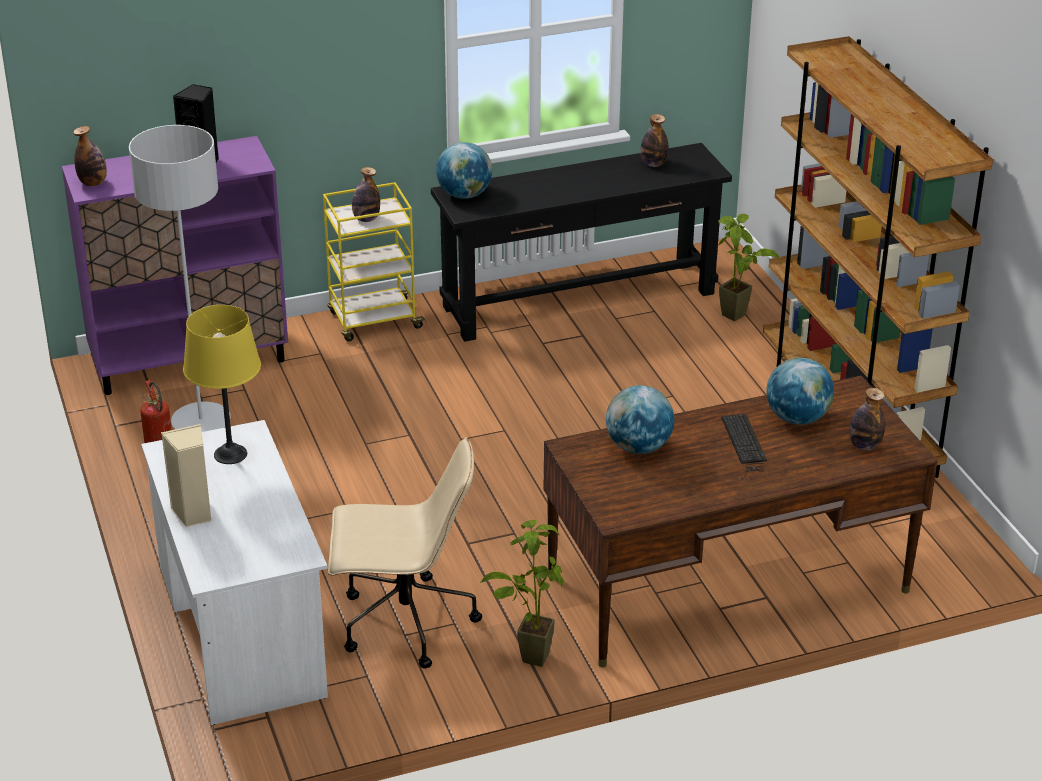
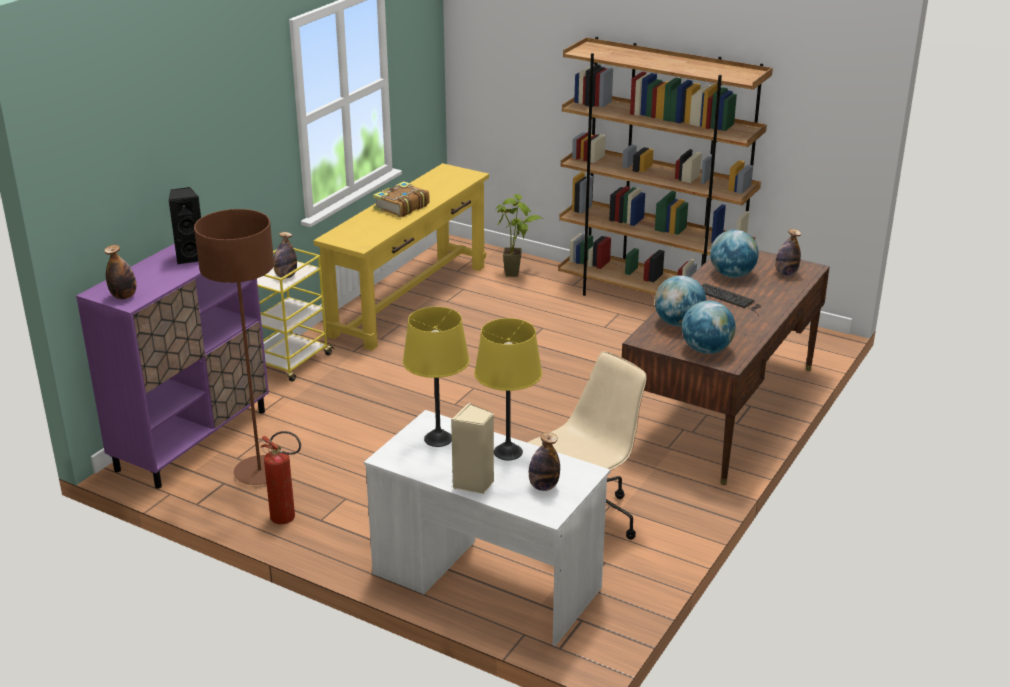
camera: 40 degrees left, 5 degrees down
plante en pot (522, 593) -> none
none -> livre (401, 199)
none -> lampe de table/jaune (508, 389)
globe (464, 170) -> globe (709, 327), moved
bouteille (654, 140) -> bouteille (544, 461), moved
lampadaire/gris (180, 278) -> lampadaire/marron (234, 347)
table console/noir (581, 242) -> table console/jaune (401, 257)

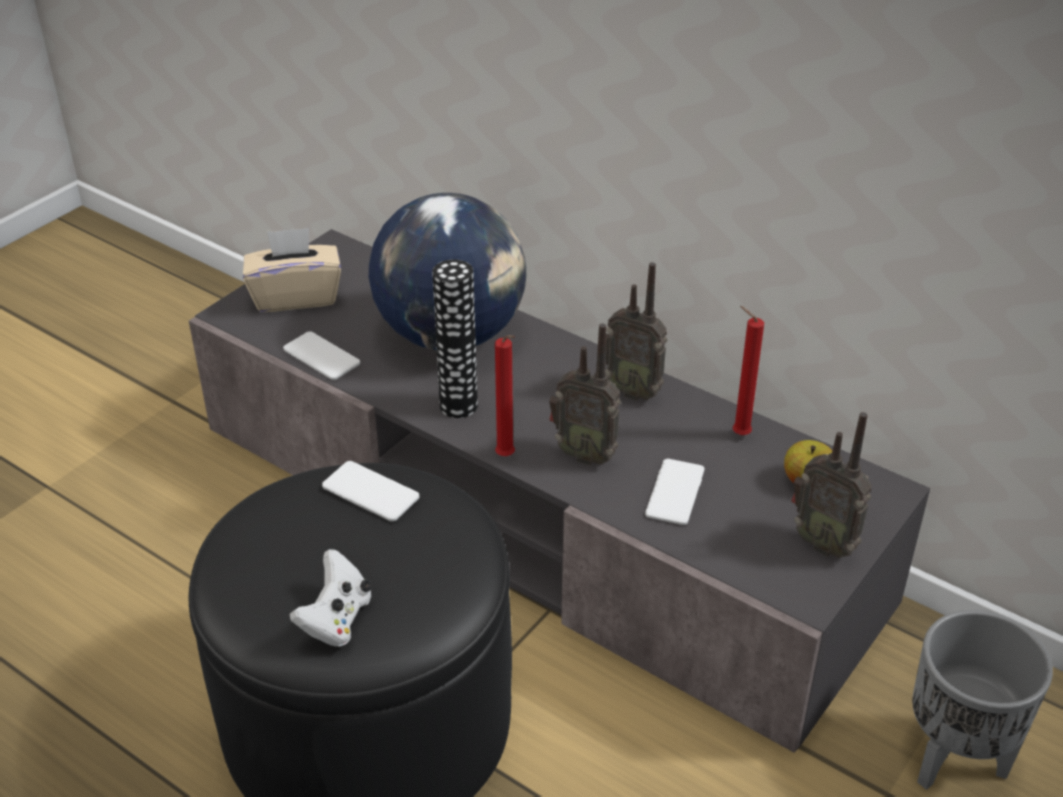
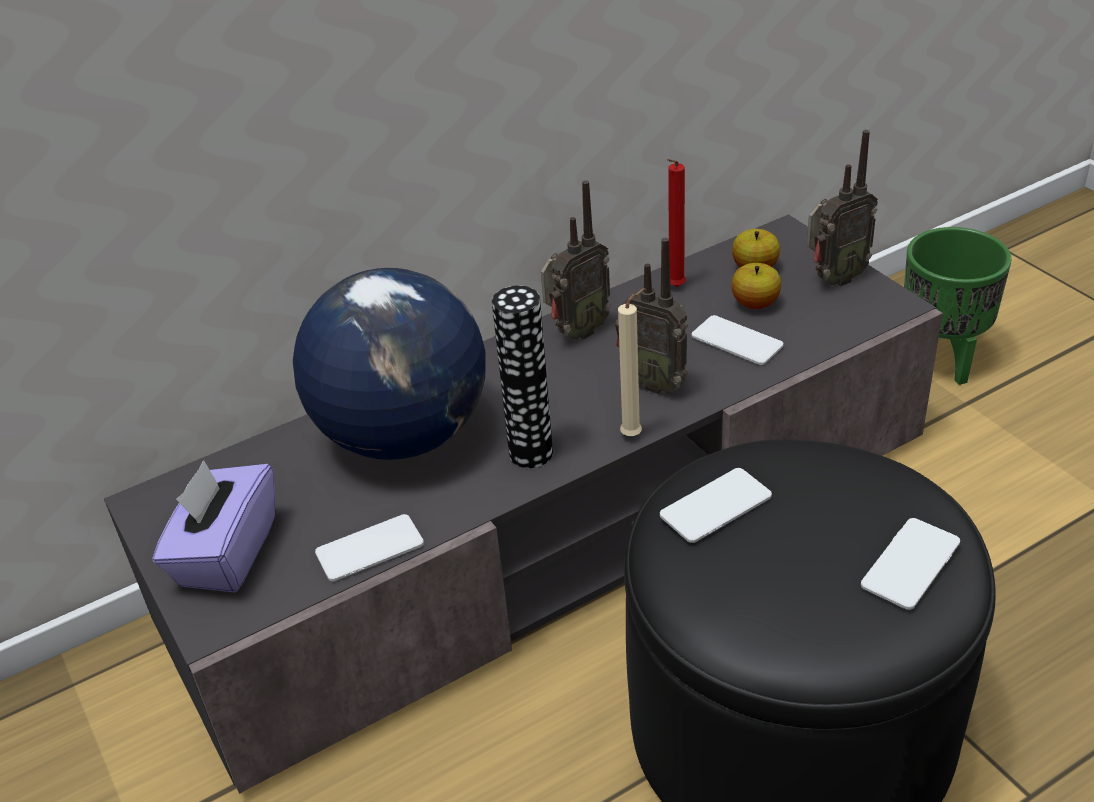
camera: 65 degrees left, 0 degrees up
none -> pomme (756, 286)
manette/blanc (330, 598) -> téléphone (910, 564)
boîte à mouchoirs/beige (292, 270) -> boîte à mouchoirs/violet (213, 526)
bougie/rouge (505, 395) -> bougie/beige (632, 362)
cache-pot/gris (982, 700) -> cache-pot/vert (958, 306)
radio (585, 394) -> radio (651, 316), 75 degrees clockwise

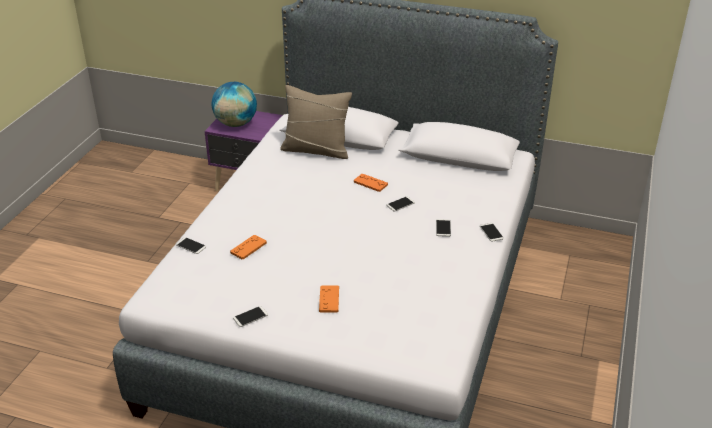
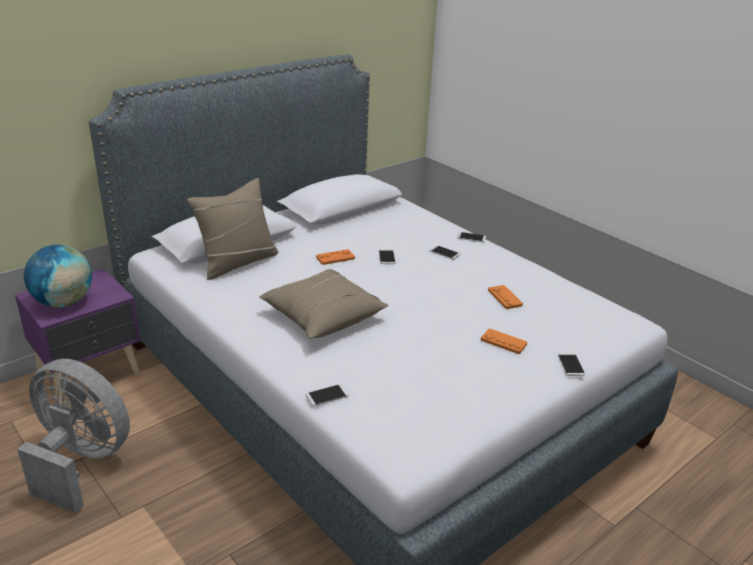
camera: 60 degrees left, 5 degrees down
none -> ventilateur/gris (73, 436)
none -> coussin/beige (323, 304)
manette/orange (248, 247) -> manette/orange (505, 297), moved
téléphone (250, 316) -> téléphone (571, 364), moved

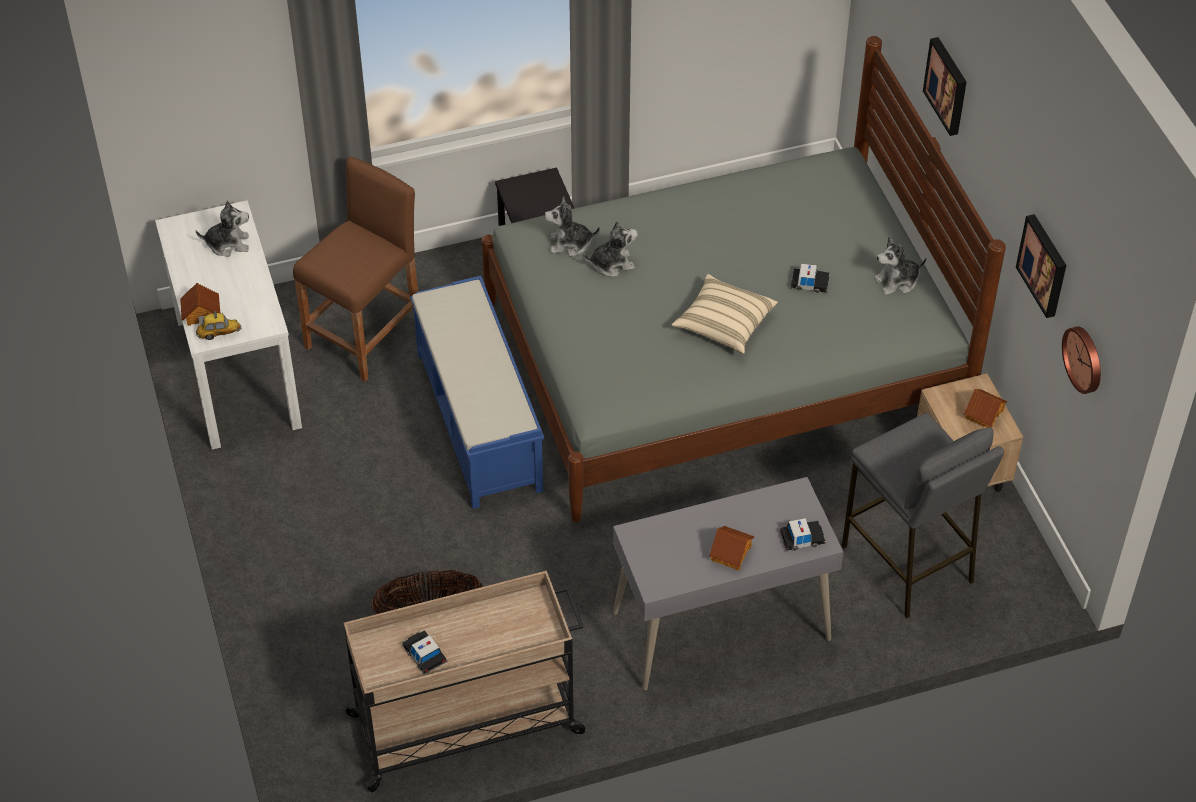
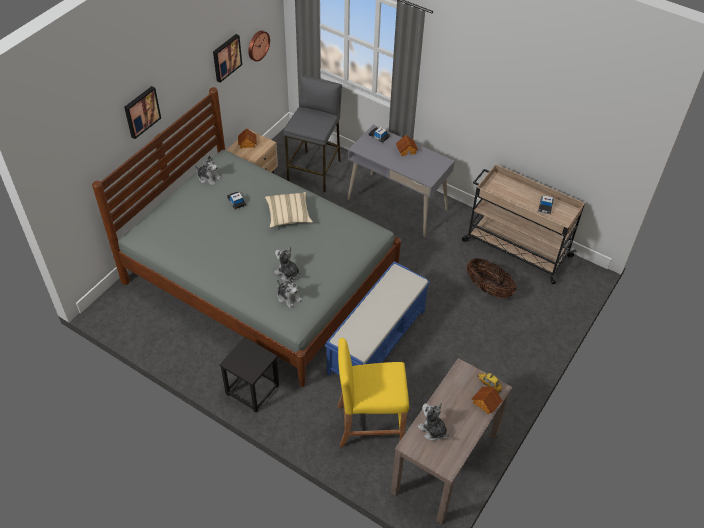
camera: 130 degrees left, 0 degrees up
table console/blanc (228, 325) -> table console/marron (451, 441)
tabouret/marron (356, 269) -> tabouret/jaune (373, 392)

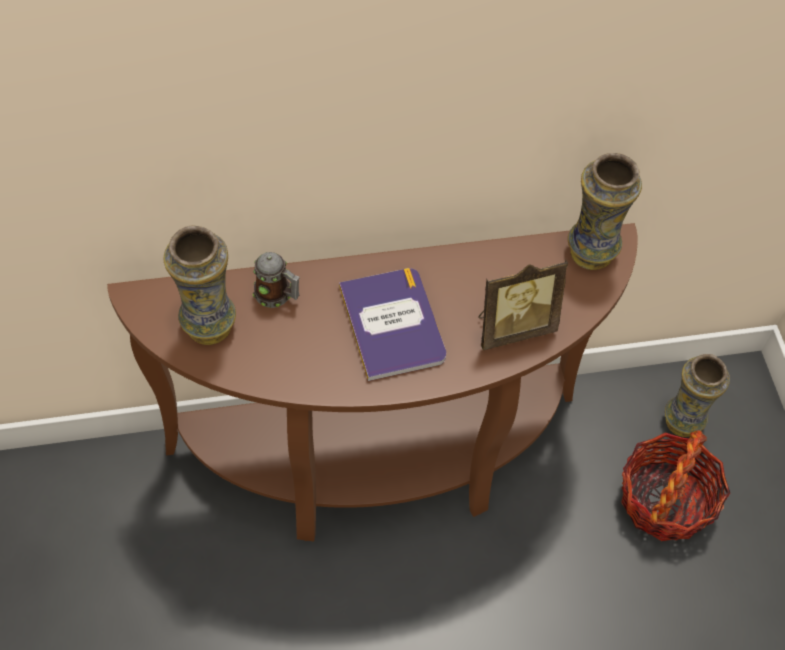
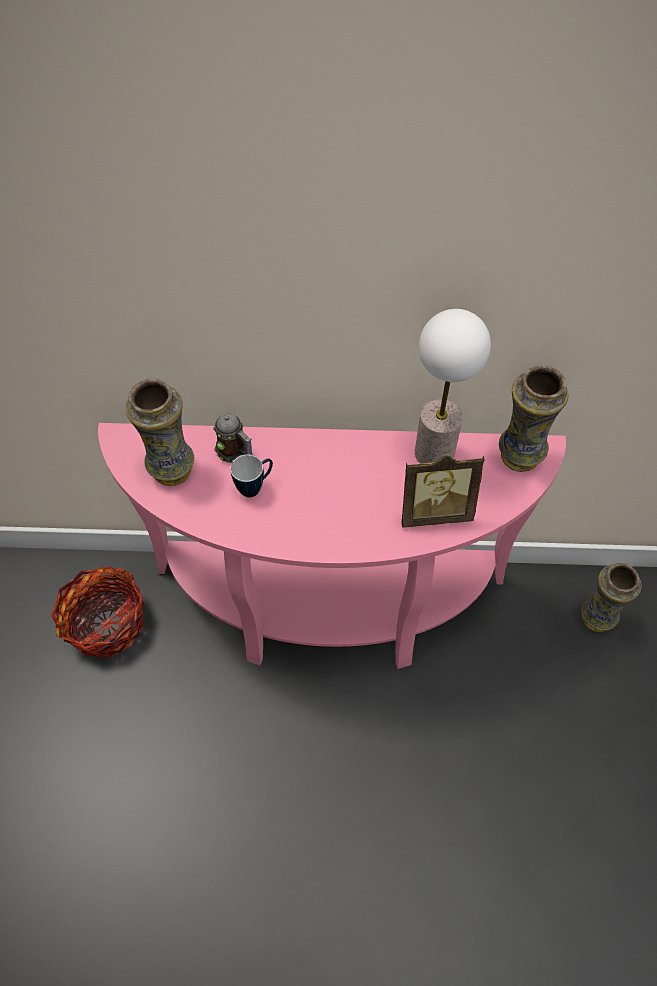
camera: 15 degrees right, 0 degrees up
livre (392, 324) -> none
none -> mug (251, 475)
none -> lampe de table (453, 386)
panier (675, 485) -> panier (97, 612), moved
table console/marron (372, 382) -> table console/rose (332, 546)

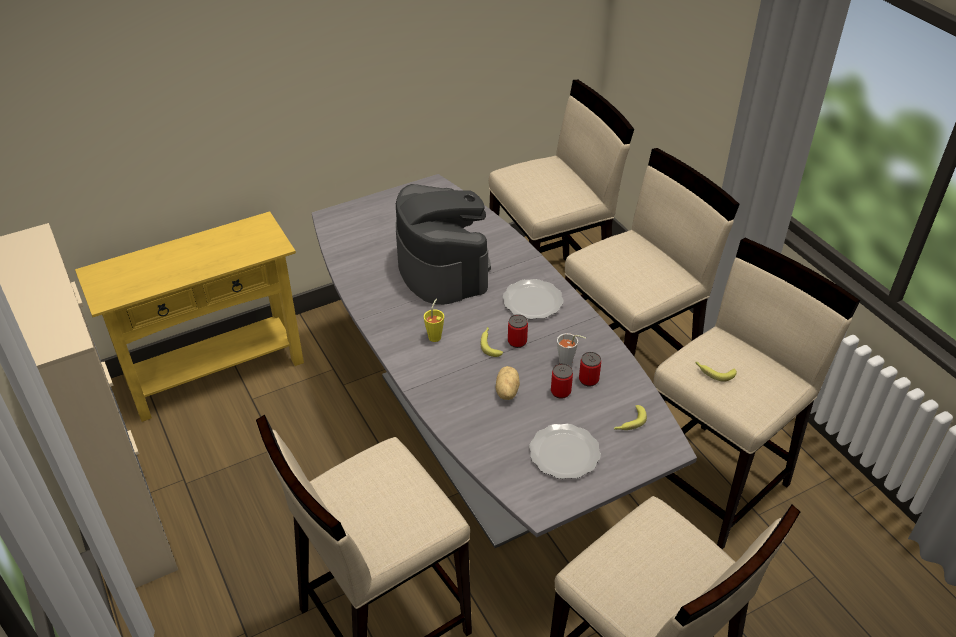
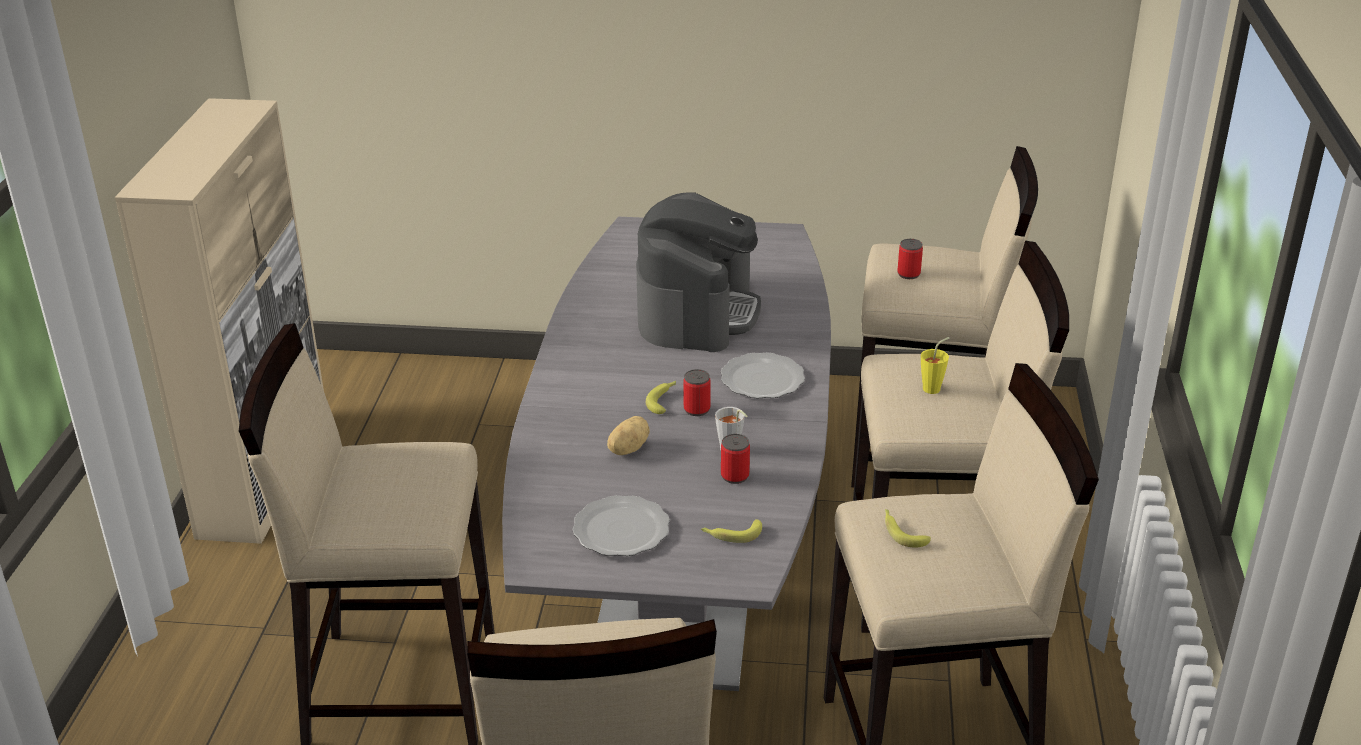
camera: 35 degrees right, 10 degrees down
table console/jaune (189, 316) -> none
tasse/jaune (434, 320) -> tasse/jaune (935, 365), moved
boîte métallique (562, 381) -> boîte métallique (910, 259), moved

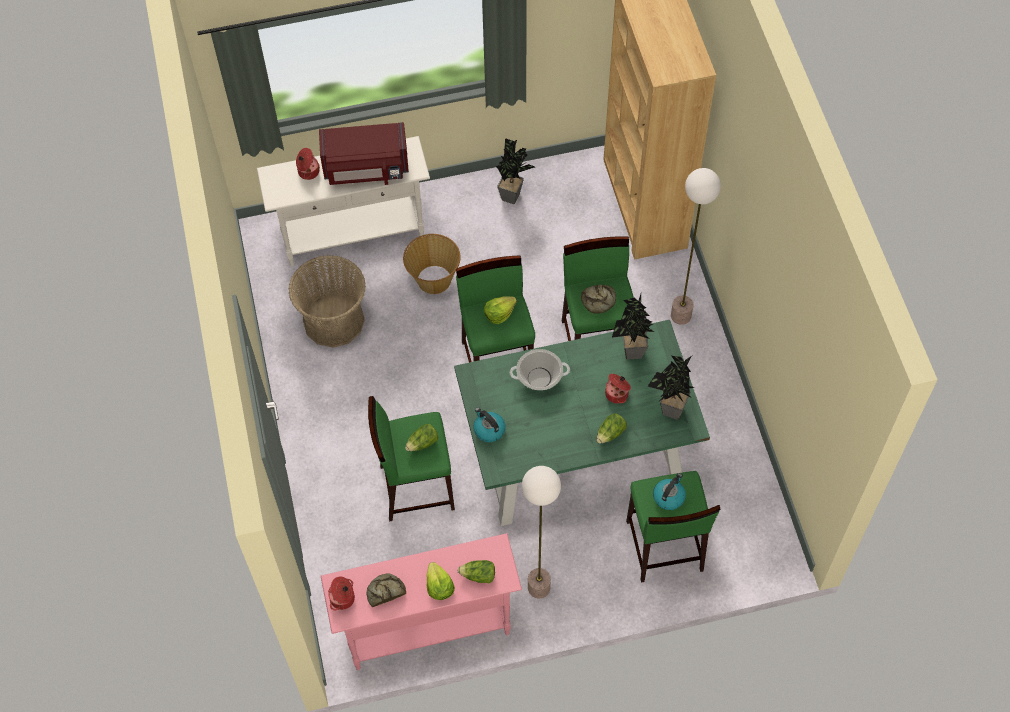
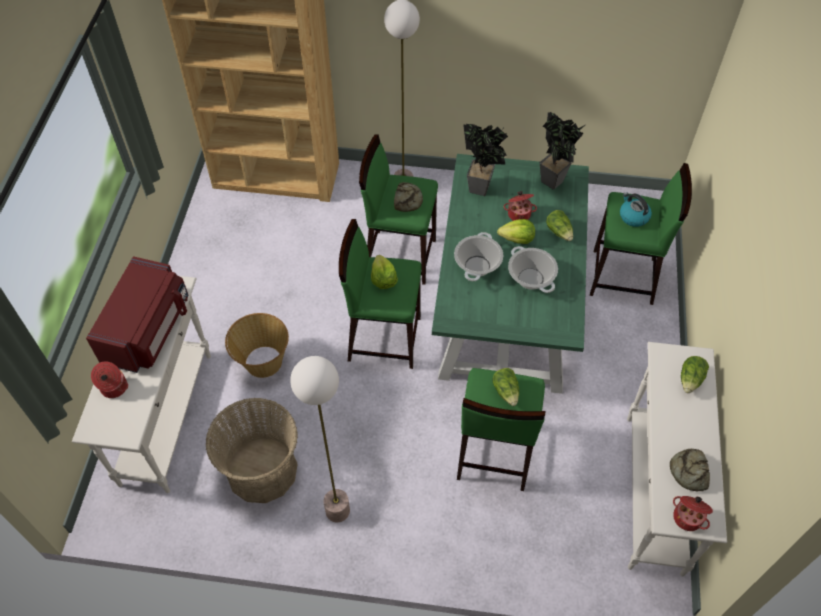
camera: 70 degrees left, 5 degrees down
bouilloire (489, 424) -> none
plante en pot (515, 171) -> none
none -> marmite (533, 269)
laitue (440, 581) -> laitue (516, 231), moved
lampadaire (541, 532) -> lampadaire (320, 439), moved
table console/rose (421, 601) -> table console/blanc (677, 459)

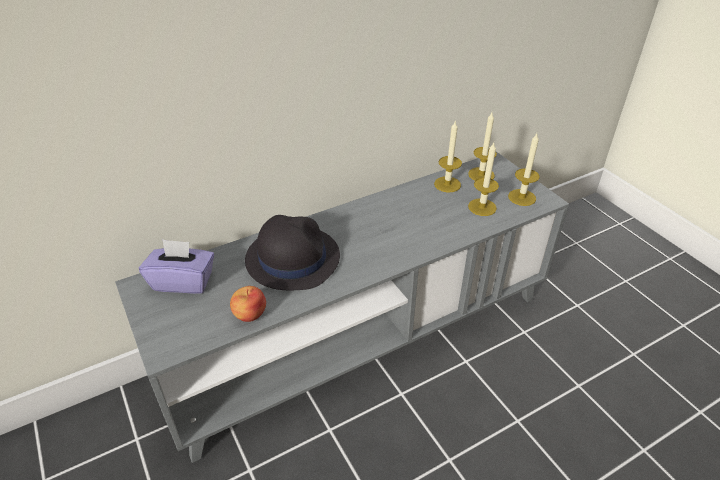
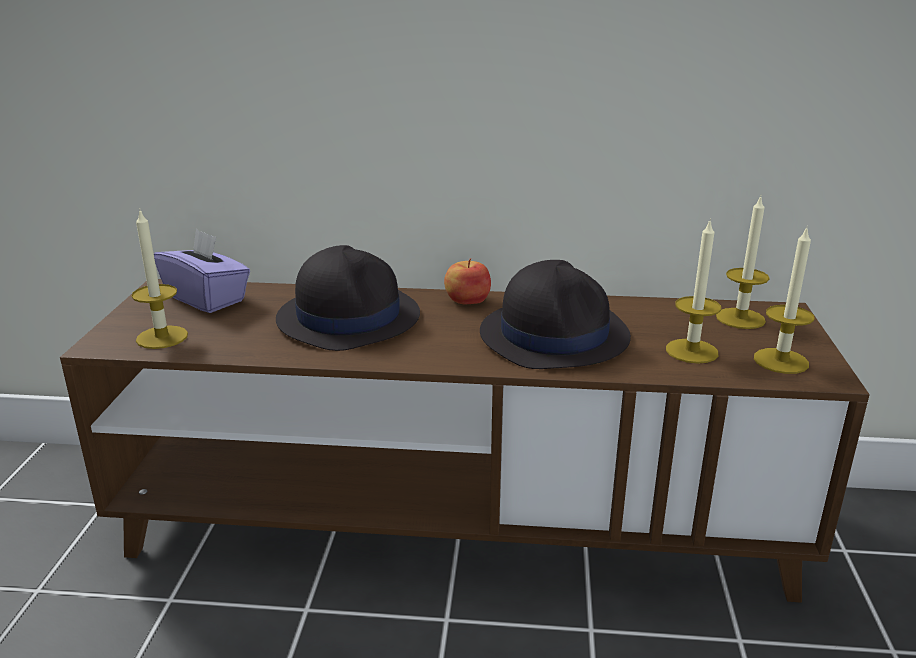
camera: 35 degrees right, 15 degrees down
none -> chapeau/noir (555, 314)
pomme (248, 304) -> pomme (467, 281), moved
bougie (448, 156) -> bougie (160, 280), moved
meuble télé/gris (342, 307) -> meuble télé/marron (465, 441)

